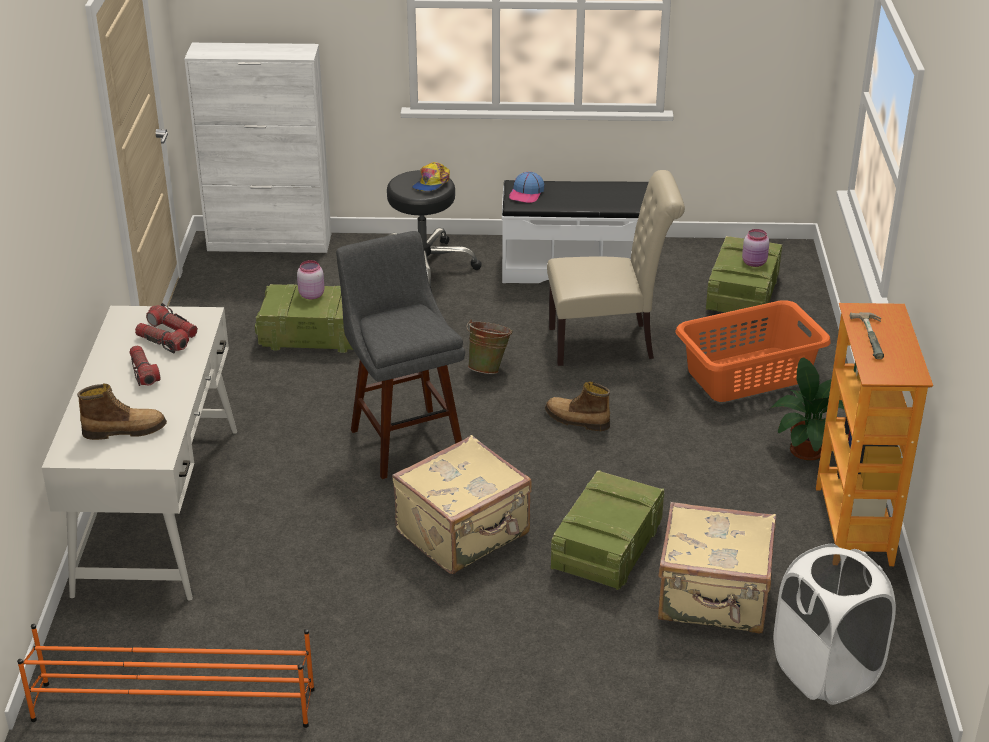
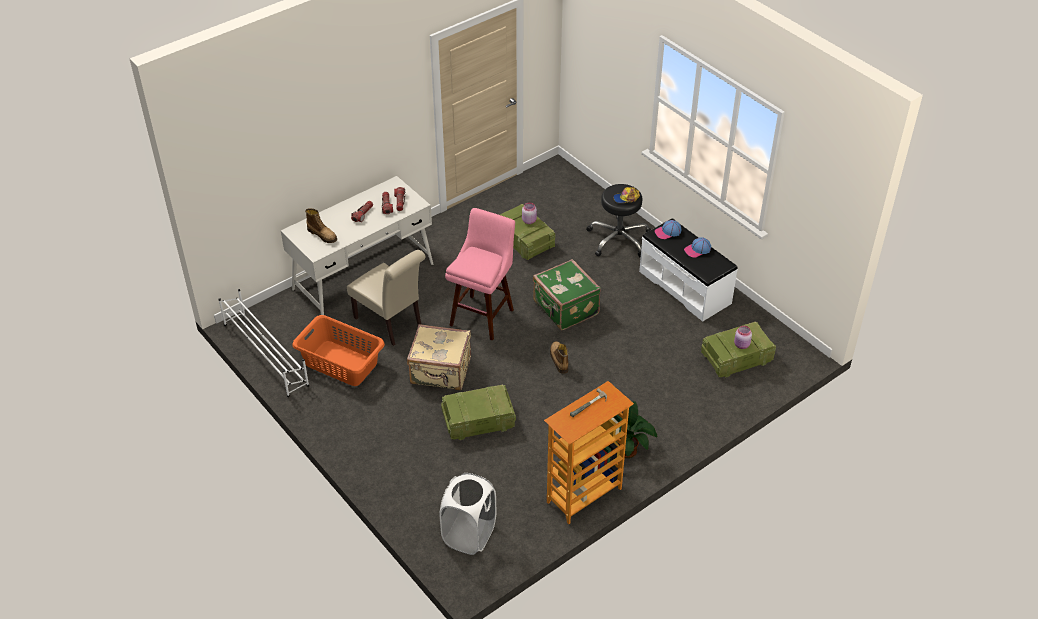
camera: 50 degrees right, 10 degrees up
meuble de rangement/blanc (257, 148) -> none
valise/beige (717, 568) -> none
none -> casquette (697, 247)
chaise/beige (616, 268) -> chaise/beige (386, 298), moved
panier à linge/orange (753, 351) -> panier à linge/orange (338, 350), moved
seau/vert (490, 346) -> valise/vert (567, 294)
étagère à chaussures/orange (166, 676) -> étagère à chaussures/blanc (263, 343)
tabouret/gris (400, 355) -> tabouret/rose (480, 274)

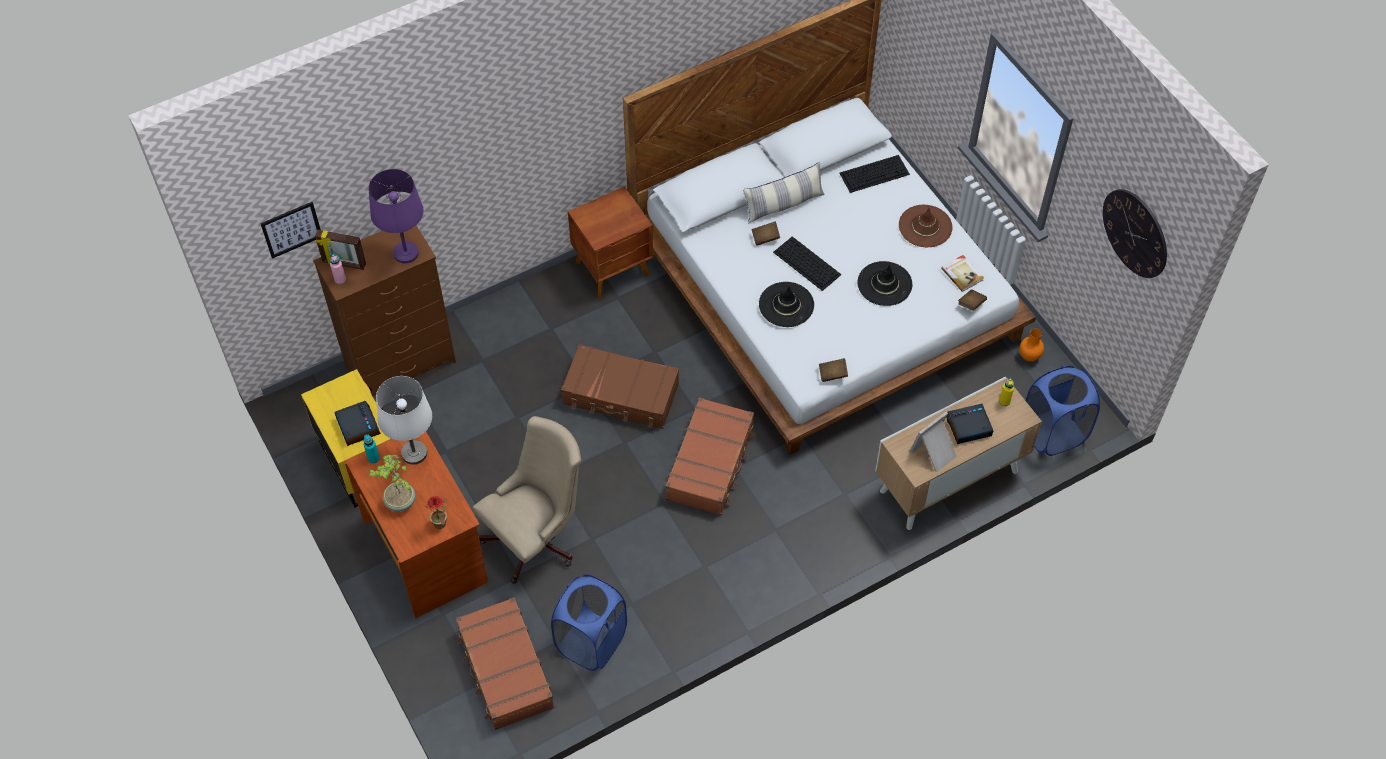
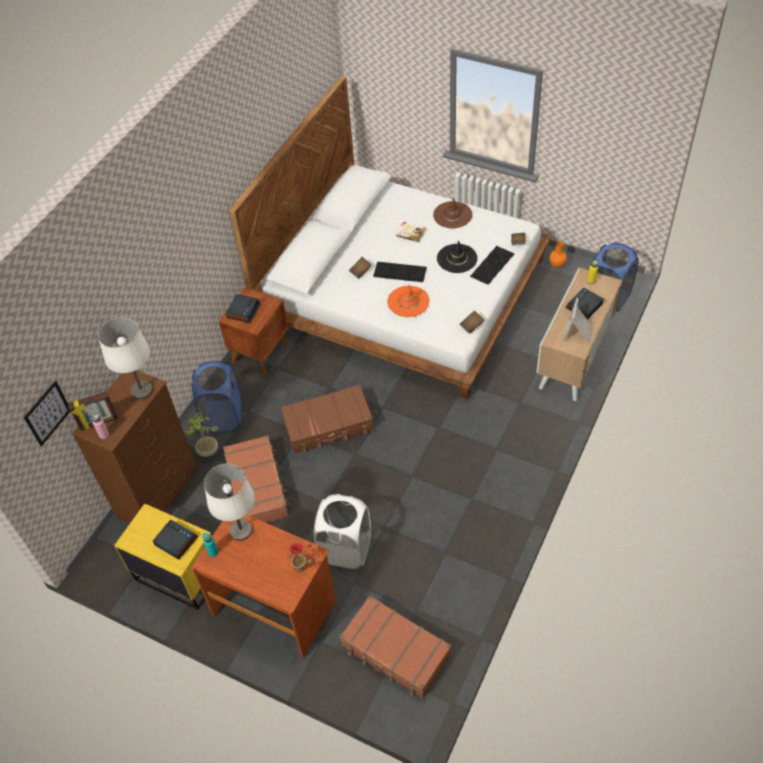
camera: 30 degrees left, 5 degrees down
coussin (784, 192) -> none
horloge murale (1135, 233) -> none
none -> réveil (243, 308)
plante en pot (392, 483) -> plante en pot (202, 435), moved
panier à linge/bleu (589, 622) -> panier à linge/bleu (216, 397), moved
valise/marron (710, 456) -> valise/marron (256, 479), moved
clavier (874, 174) -> clavier (492, 265), moved
livre (962, 273) -> livre (411, 232), moved
chaise de bureau/beige (527, 500) -> panier à linge/blanc (342, 531)
lampe de table/violet (396, 216) -> lampe de table/blanc (125, 359)
chapeau/noir (786, 304) -> chapeau/orange (408, 301)

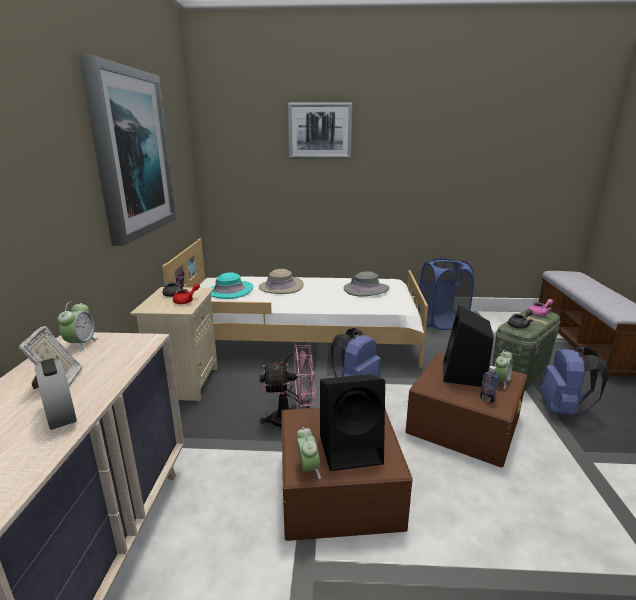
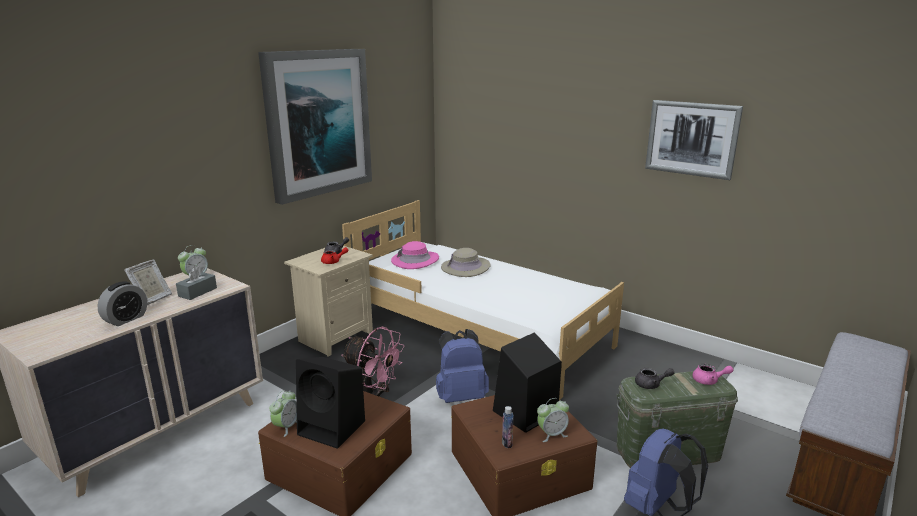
camera: 35 degrees right, 0 degrees up
chapeau/gris (367, 283) -> none
panier à linge/bleu (446, 294) -> none
none -> boîte à mouchoirs/gris (196, 283)
tableau (320, 130) -> tableau (694, 140), moved
chapeau/turquoise (231, 285) -> chapeau/rose (415, 255)
réveil (55, 394) -> réveil (122, 303), 150 degrees counterclockwise

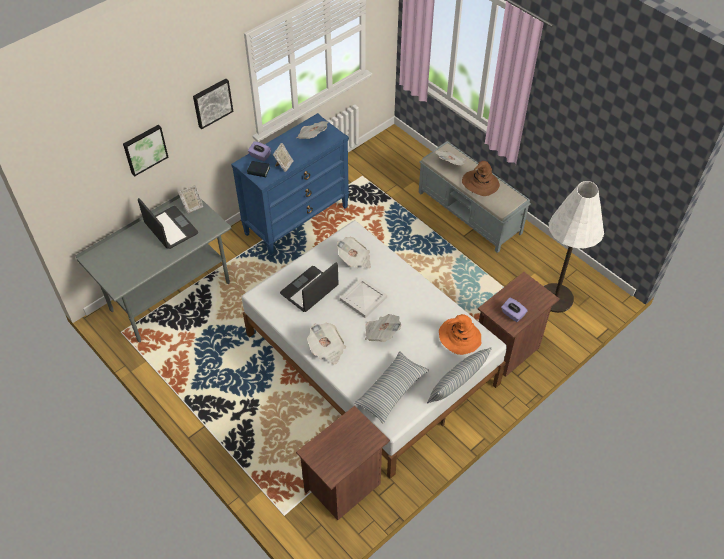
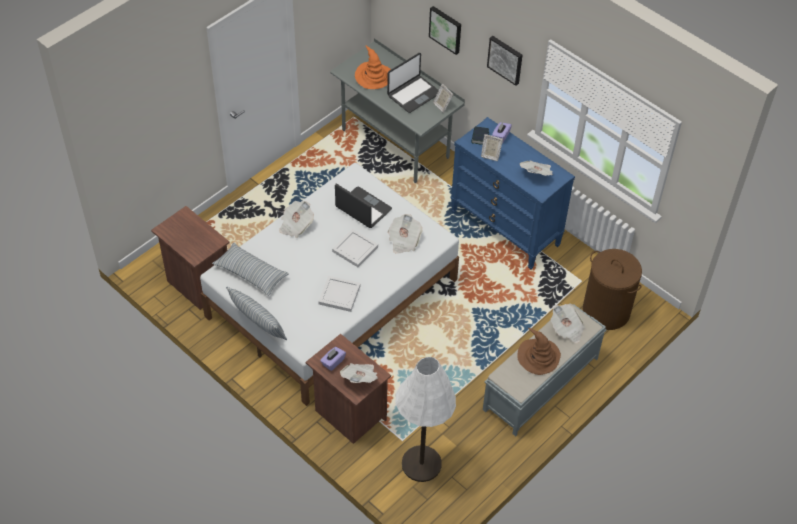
camera: 85 degrees right, 0 degrees up
none -> plateau/blanc (339, 294)
none -> panier à linge/marron (612, 289)
journal (383, 328) -> journal (359, 373), moved
chapeau/orange (460, 334) -> chapeau/orange (373, 67), moved

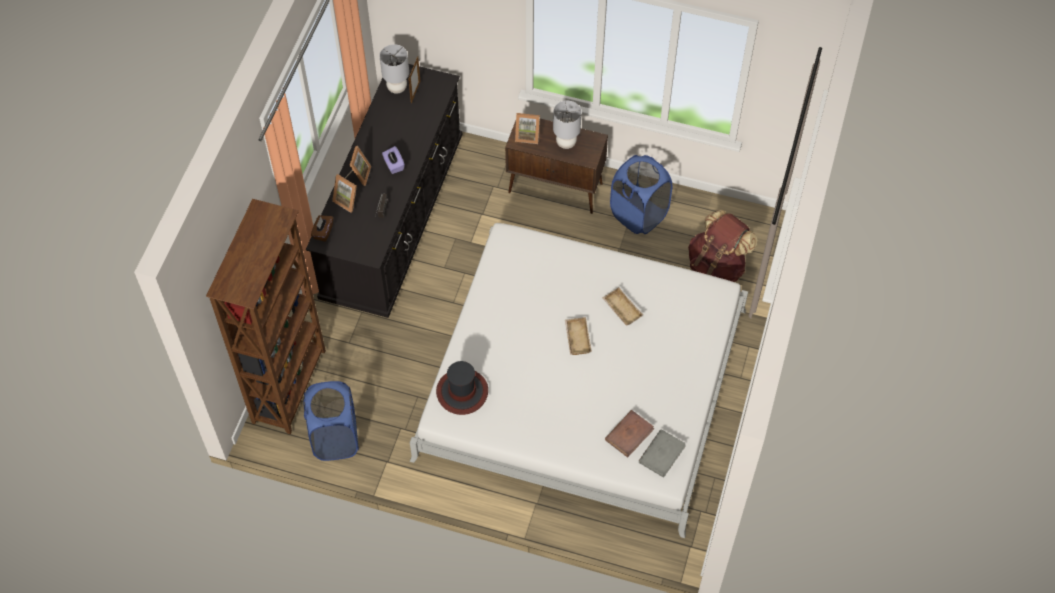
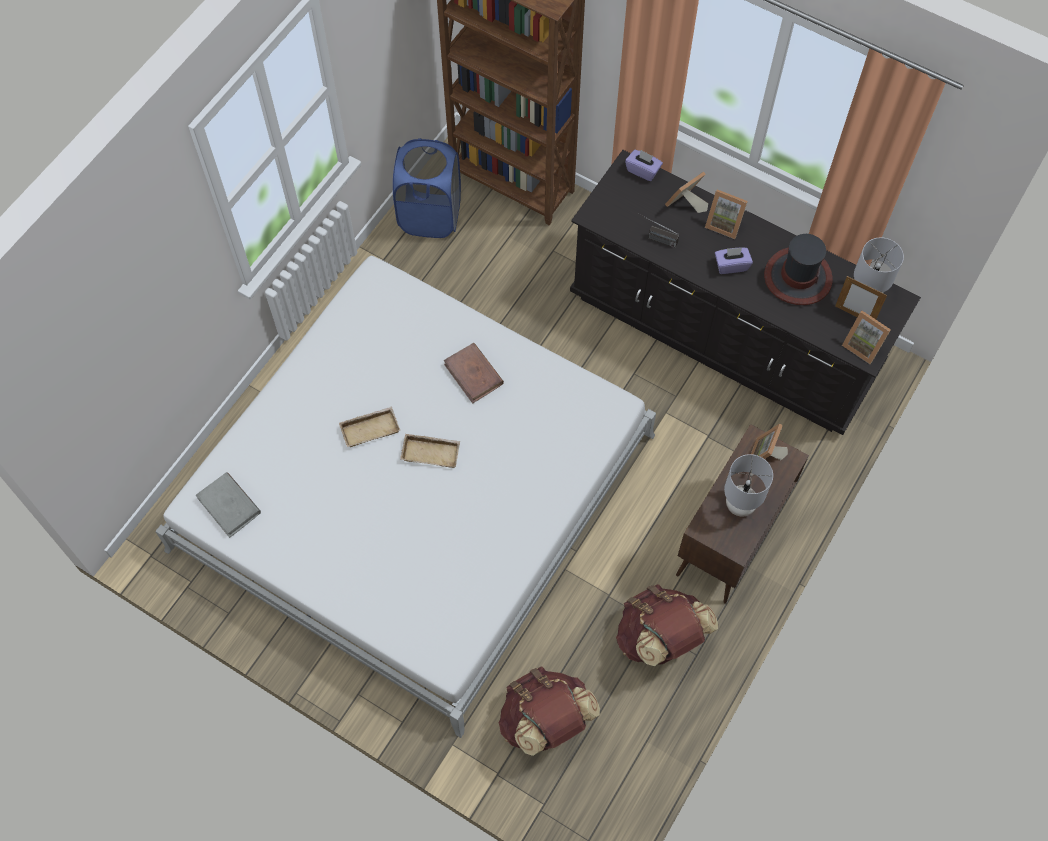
camera: 105 degrees right, 5 degrees up
none -> cadre photo (866, 337)
chapeau (462, 388) -> chapeau (798, 269), moved
plateau/beige (622, 306) -> plateau/beige (369, 427), moved
livre/marron (629, 434) -> livre/marron (474, 373), moved
panier à linge/bleu (641, 194) -> sac à dos/marron (667, 625)
boîte à mouchoirs/marron (322, 228) -> boîte à mouchoirs/violet (644, 165)

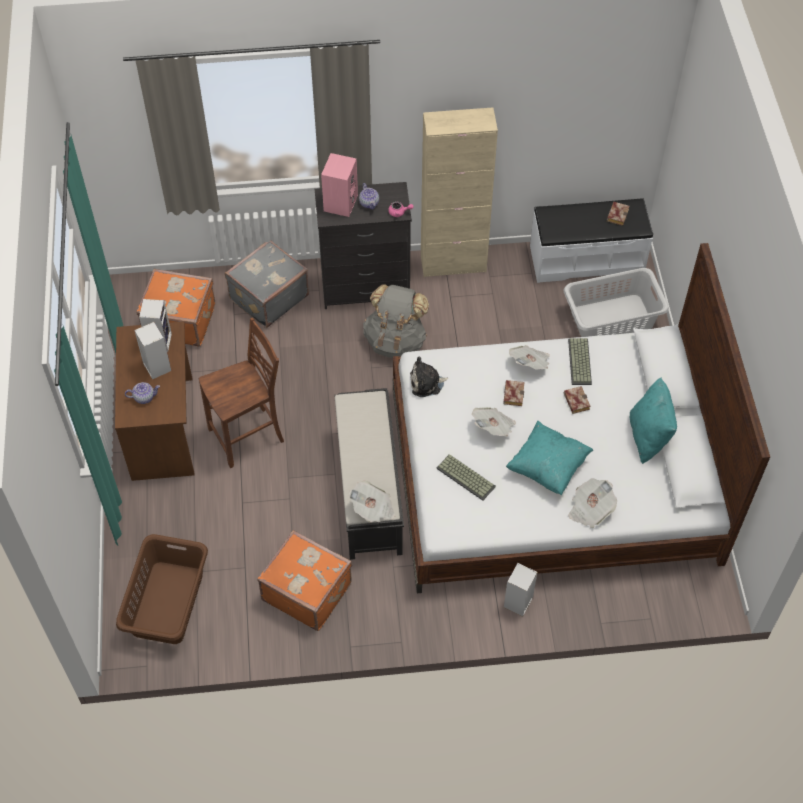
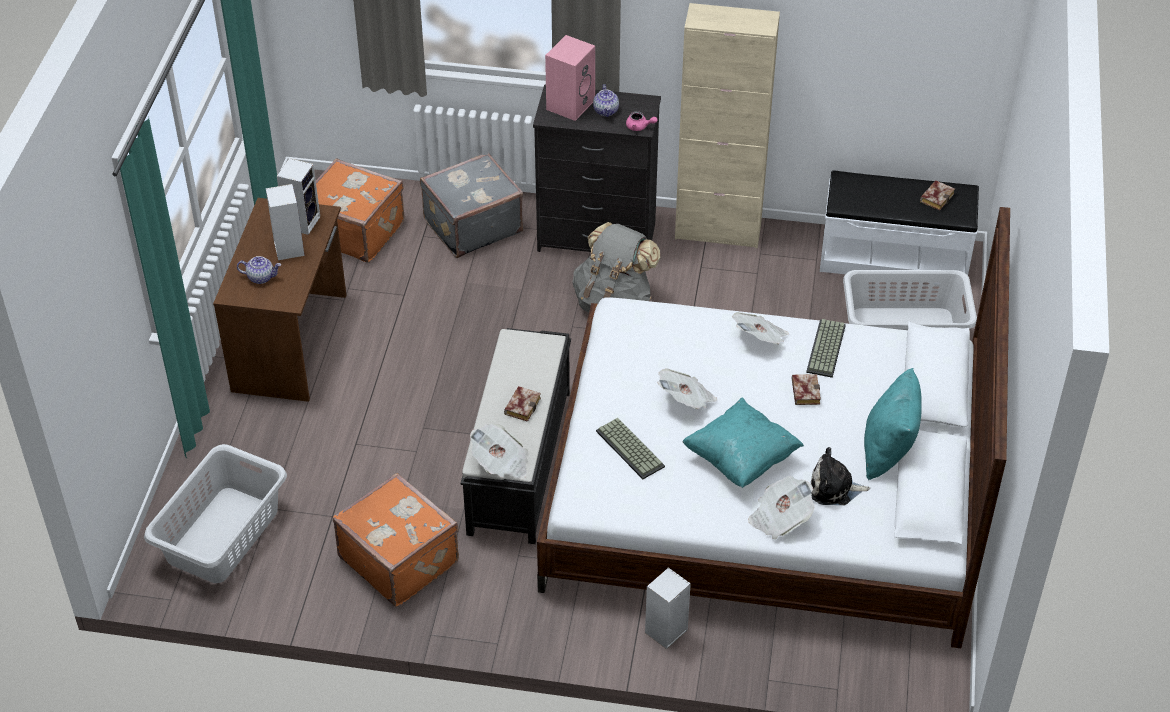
camera: 15 degrees right, 10 degrees down
chaise/marron (241, 393) -> none
peluche (429, 376) -> peluche (840, 476), moved
livre (513, 393) -> livre (522, 404), moved
panier à linge/marron (162, 589) -> panier à linge/gris (215, 513)

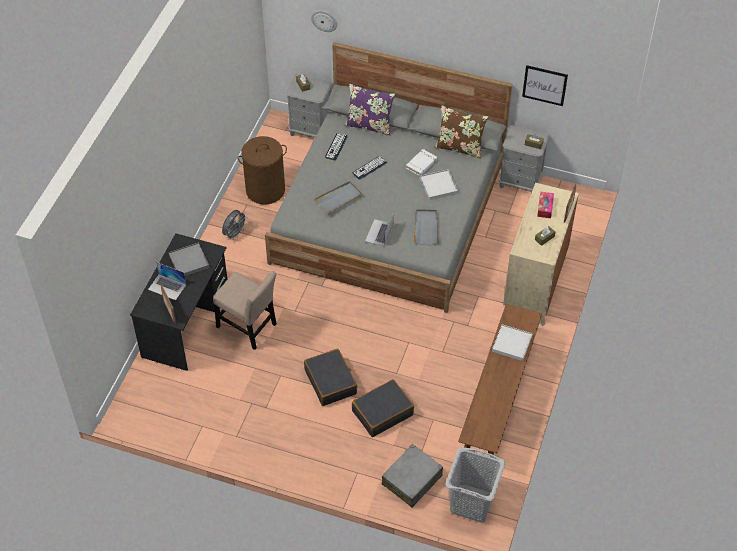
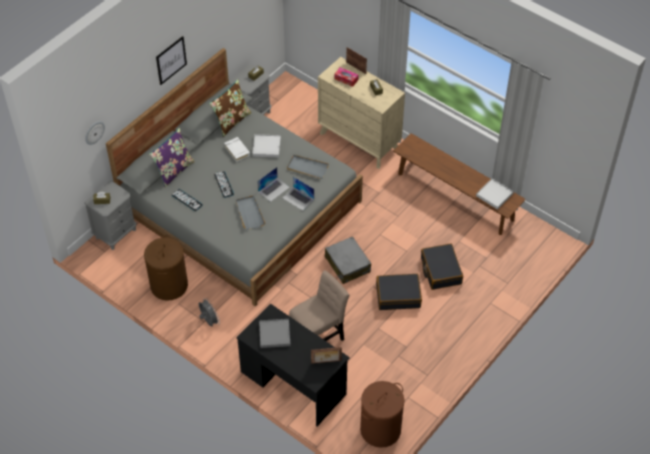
camera: 70 degrees left, 0 degrees up
panier à linge/gris (475, 484) -> none
none -> panier à linge/marron (382, 414)
ordinateur portable (167, 281) -> ordinateur portable (273, 184), moved
valise/gris (412, 476) -> valise/gris (348, 260), moved
plateau/blanc (512, 342) -> plateau/blanc (495, 194), moved
tableau (545, 85) -> tableau (171, 60), moved

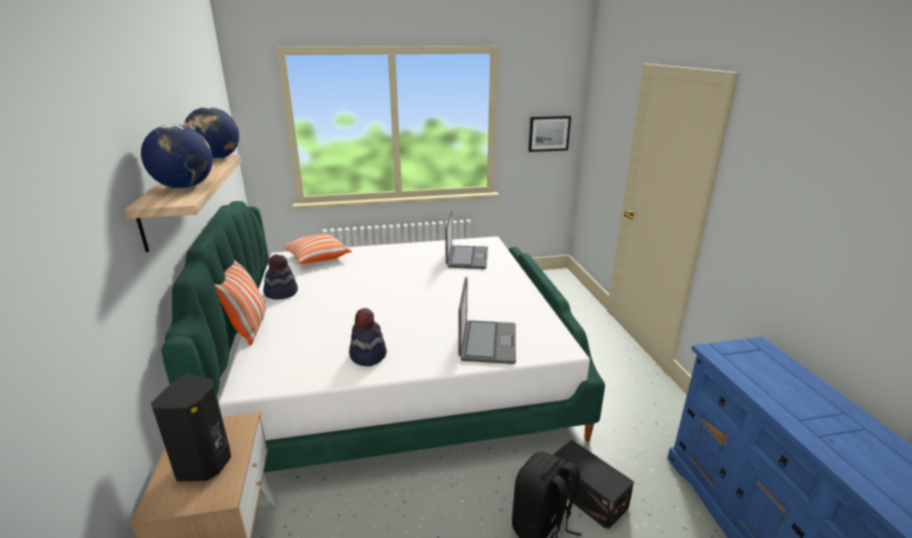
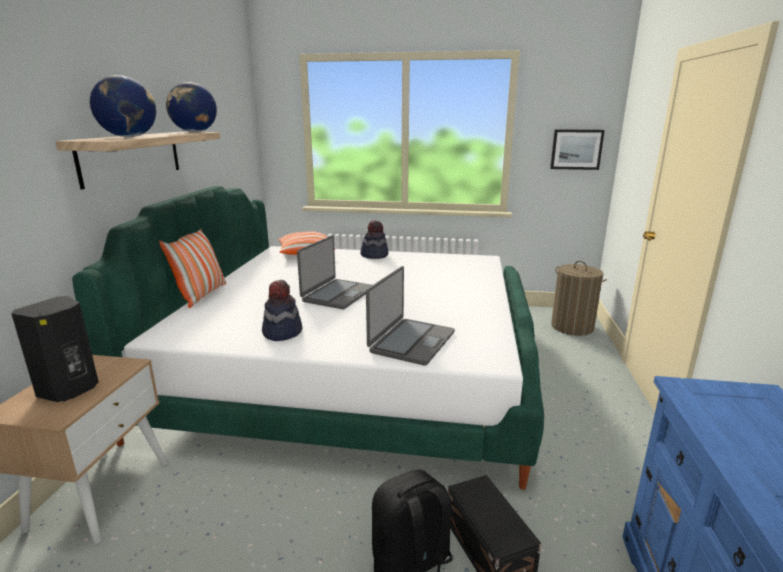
camera: 20 degrees right, 5 degrees down
none -> panier à linge (579, 298)
chapeau (280, 276) -> chapeau (374, 239), moved
ordinateur portable (466, 240) -> ordinateur portable (334, 272), moved

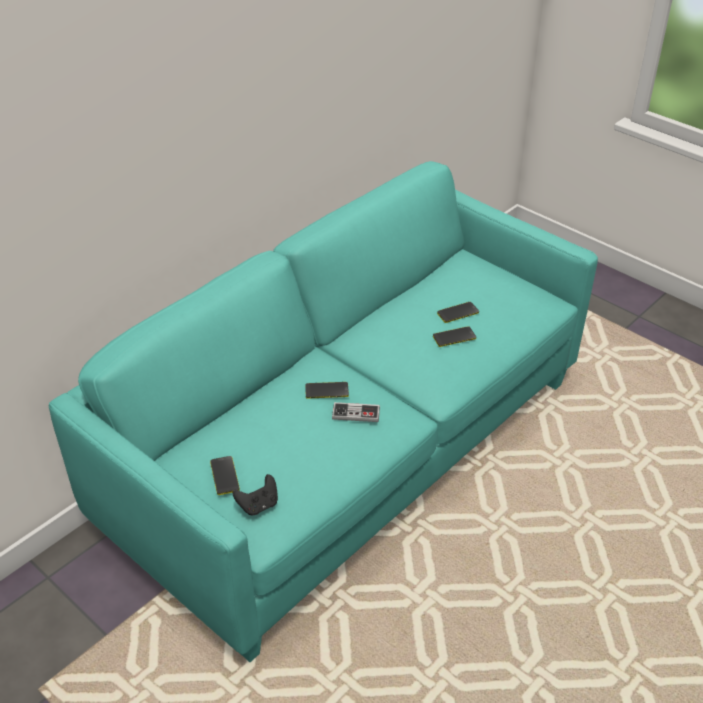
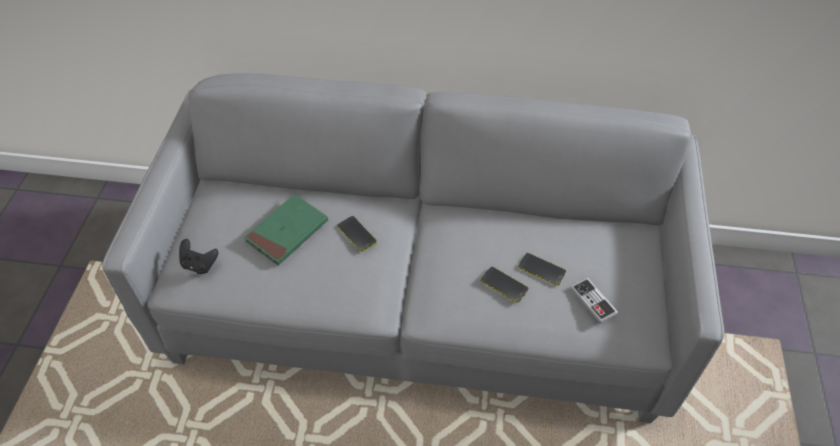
camera: 55 degrees right, 10 degrees up
téléphone (225, 475) -> none
none -> livre/vert (286, 229)
manette (356, 412) -> manette (594, 300), moved
canapé/turquoise (323, 411) -> canapé/gris (413, 248)

